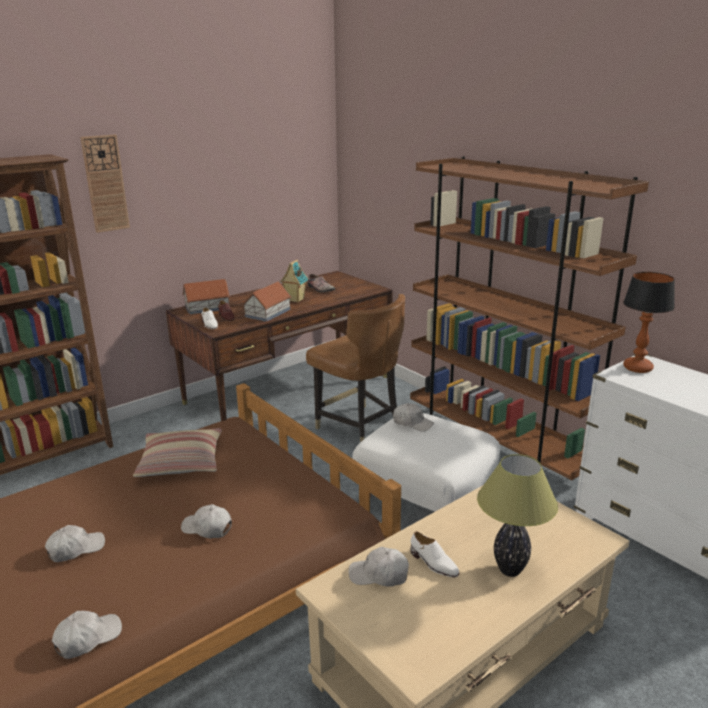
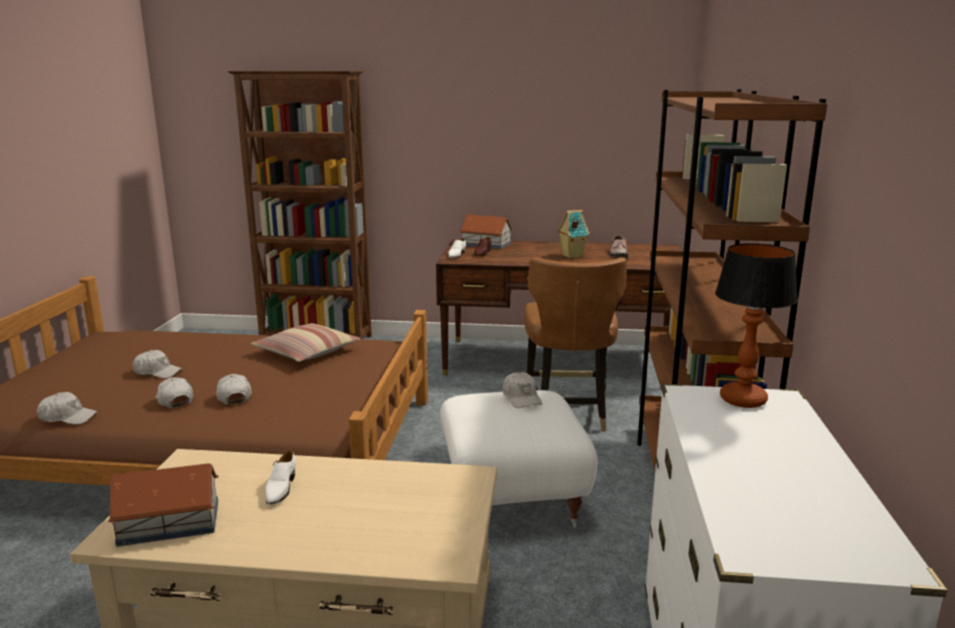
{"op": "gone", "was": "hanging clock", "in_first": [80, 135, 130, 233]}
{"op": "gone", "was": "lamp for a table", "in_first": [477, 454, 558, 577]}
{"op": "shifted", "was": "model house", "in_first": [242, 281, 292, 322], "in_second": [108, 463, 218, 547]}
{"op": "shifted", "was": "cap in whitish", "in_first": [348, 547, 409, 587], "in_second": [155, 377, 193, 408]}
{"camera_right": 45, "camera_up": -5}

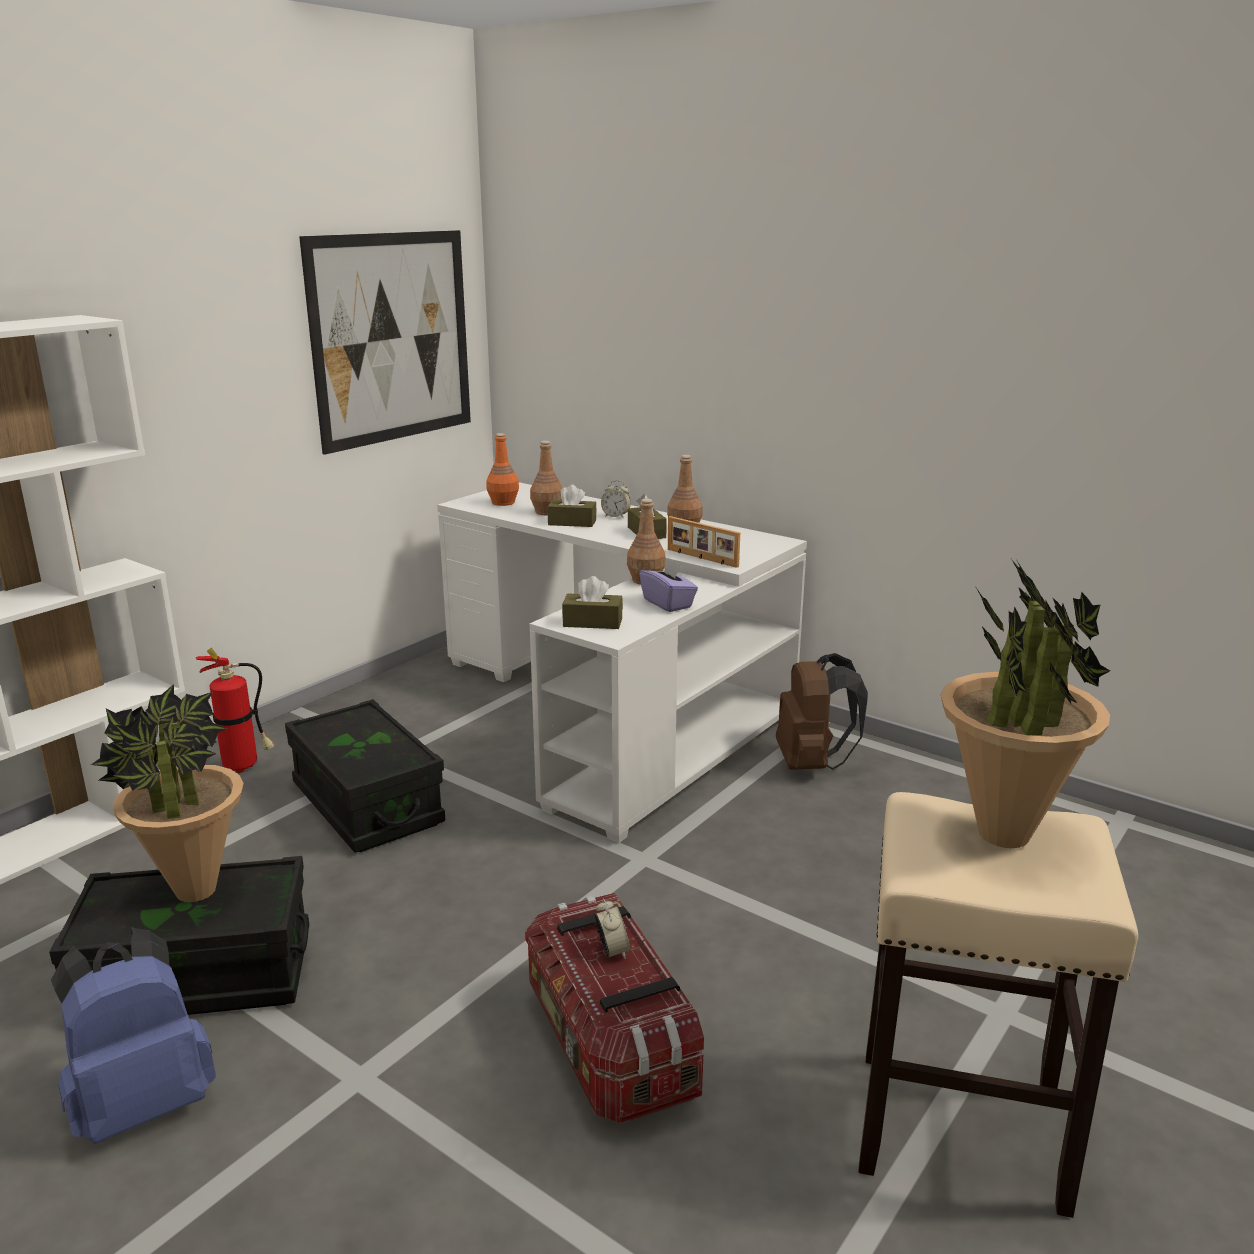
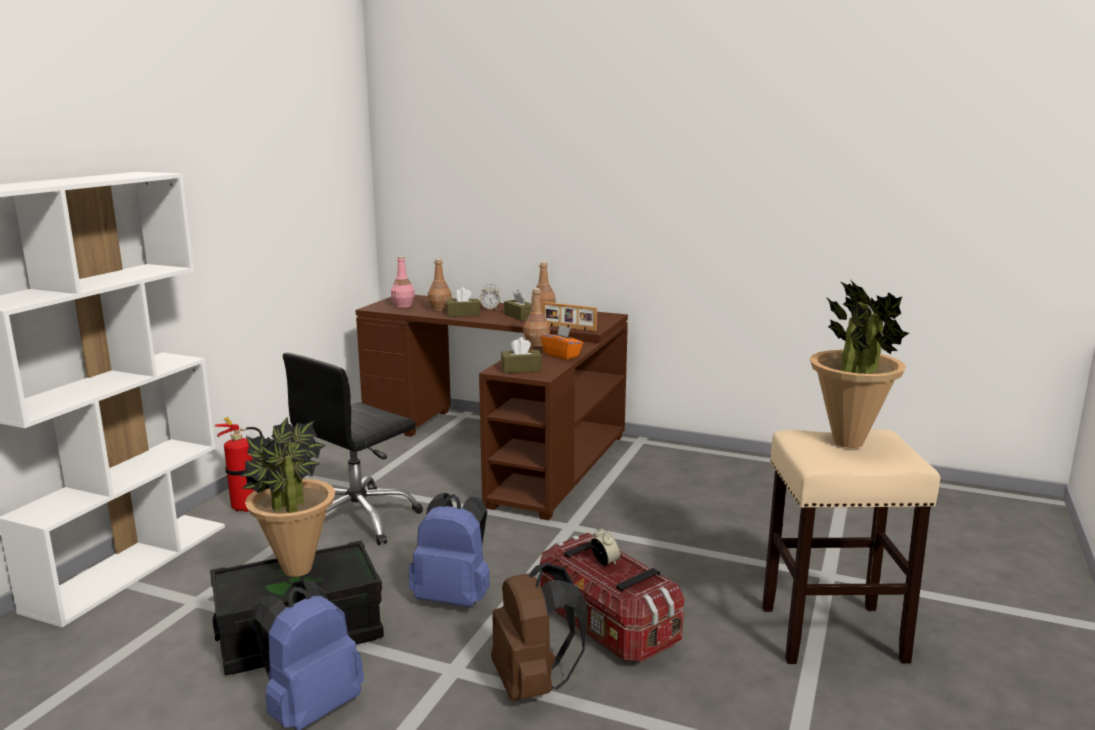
{"op": "gone", "was": "wall art", "in_first": [299, 230, 471, 455]}
{"op": "new", "now": "rucksack in blue", "in_second": [409, 493, 490, 607]}
{"op": "shifted", "was": "rucksack in brown", "in_first": [776, 653, 868, 770], "in_second": [491, 562, 587, 701]}
{"op": "swapped", "was": "storage bin in black-coloured", "now": "computer chair in black-coloured", "in_first": [285, 699, 445, 853], "in_second": [283, 353, 423, 545]}
{"op": "repainted", "was": "desk in whitish", "now": "desk in brown", "in_first": [437, 482, 807, 843], "in_second": [356, 295, 628, 520]}
{"op": "repainted", "was": "drink bottle in orange-coloured", "now": "drink bottle in pinkish", "in_first": [486, 433, 519, 506], "in_second": [391, 256, 415, 308]}
{"op": "repainted", "was": "tissue box in purple-coloured", "now": "tissue box in orange-coloured", "in_first": [639, 558, 698, 612], "in_second": [541, 325, 583, 360]}
{"camera_right": -15, "camera_up": -5}

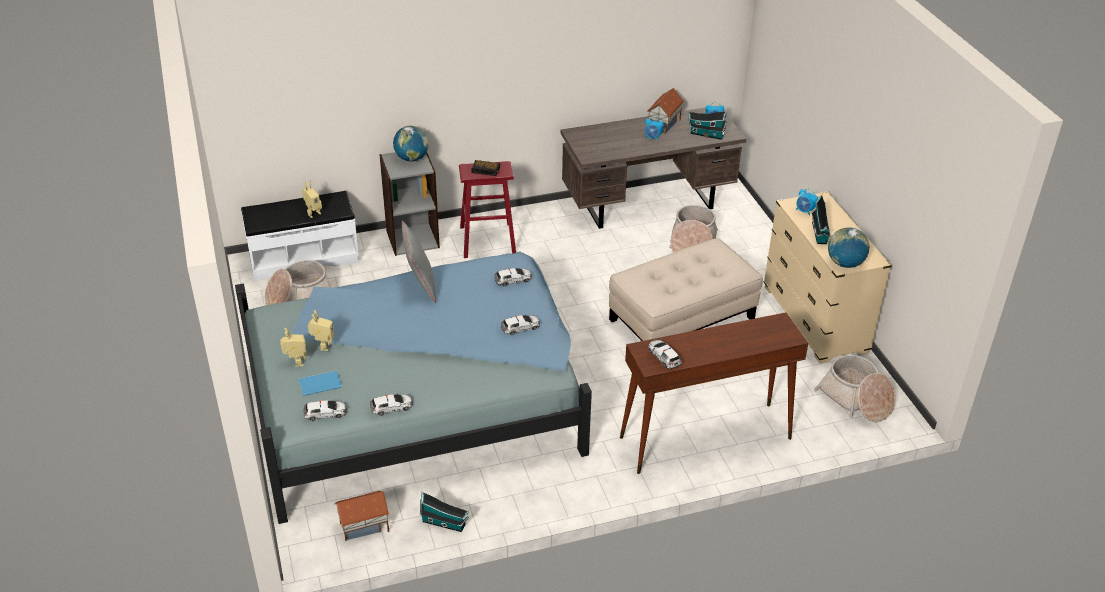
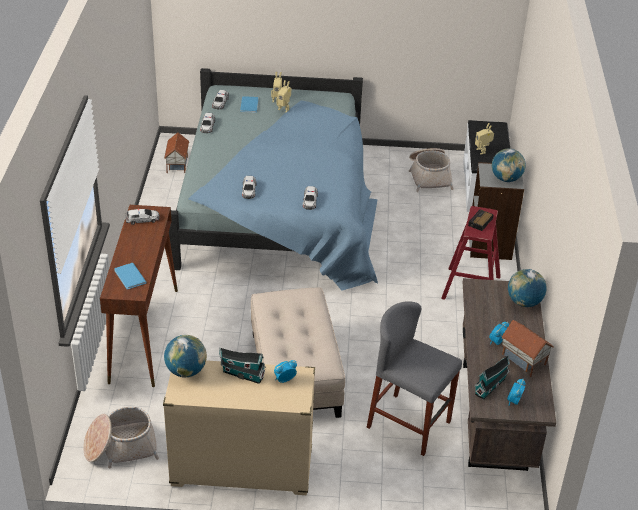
{"op": "gone", "was": "cushion in grey", "in_first": [402, 220, 436, 303]}
{"op": "gone", "was": "model house", "in_first": [420, 492, 469, 532]}
{"op": "new", "now": "book in blue", "in_second": [114, 263, 147, 290]}
{"op": "new", "now": "desk globe", "in_second": [508, 269, 547, 307]}
{"op": "swapped", "was": "basket", "now": "stool seat in grey", "in_first": [669, 205, 718, 253], "in_second": [367, 301, 462, 456]}
{"camera_right": 110, "camera_up": 0}

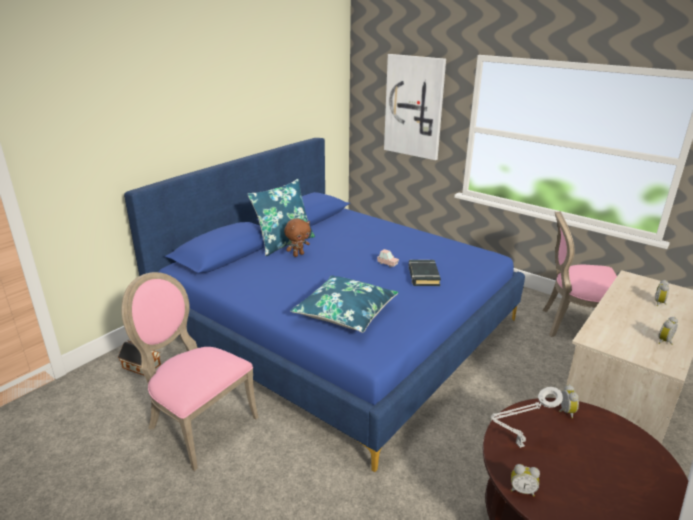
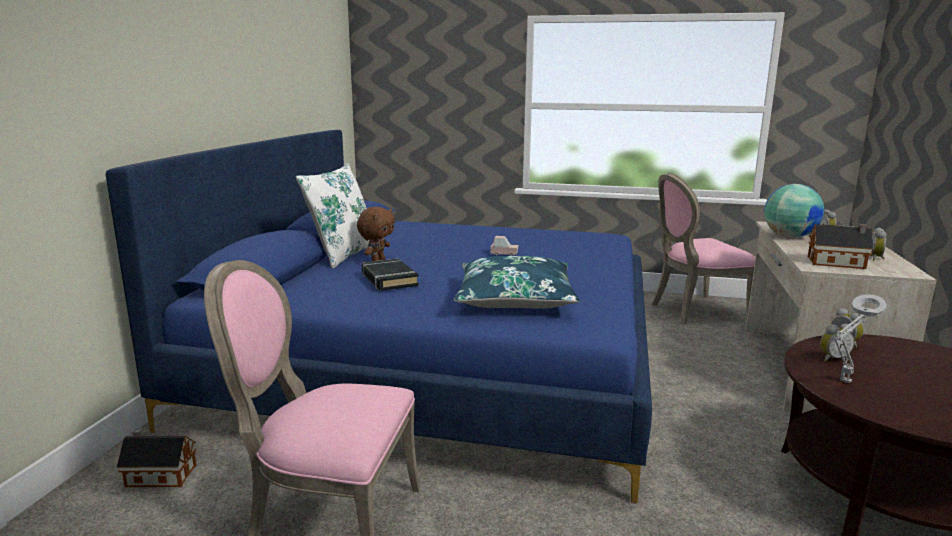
{"op": "gone", "was": "wall art", "in_first": [384, 54, 446, 160]}
{"op": "new", "now": "desk globe", "in_second": [764, 184, 824, 238]}
{"op": "new", "now": "model house", "in_second": [808, 224, 874, 269]}
{"op": "shifted", "was": "book in black-coloured", "in_first": [409, 260, 441, 286], "in_second": [362, 258, 419, 291]}
{"op": "shifted", "was": "table clock", "in_first": [511, 464, 540, 497], "in_second": [820, 324, 854, 361]}
{"op": "repainted", "was": "cushion in blue", "now": "cushion in whitish", "in_first": [248, 179, 315, 256], "in_second": [296, 163, 369, 269]}
{"camera_right": -25, "camera_up": -10}

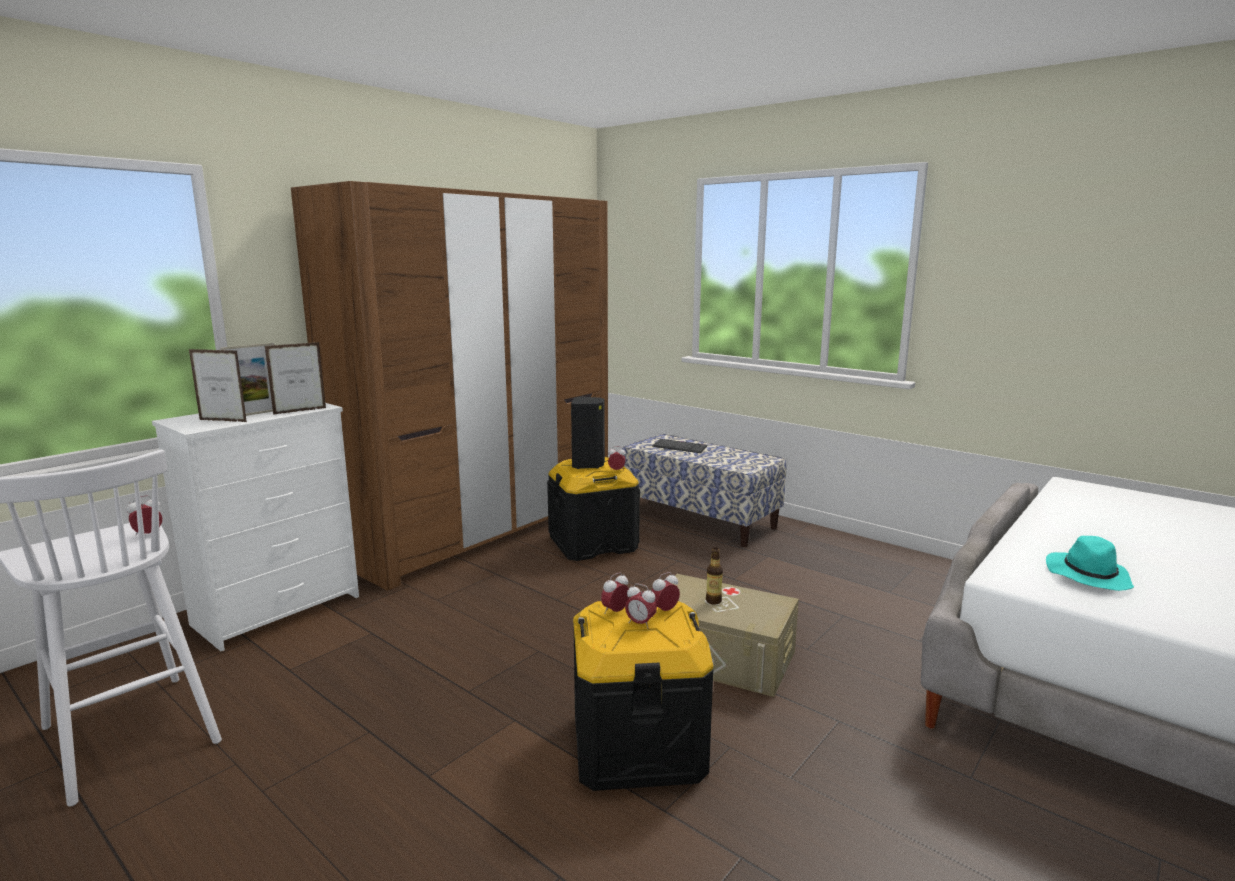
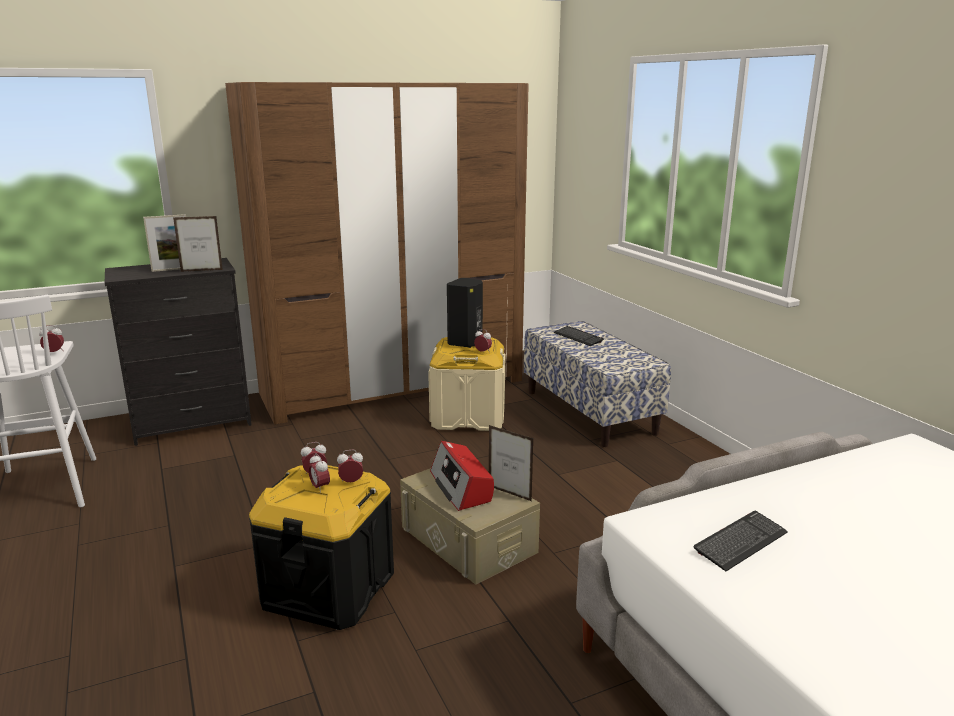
{"op": "shifted", "was": "standing frame", "in_first": [189, 349, 247, 422], "in_second": [489, 425, 534, 501]}
{"op": "swapped", "was": "drink bottle", "now": "radio set", "in_first": [706, 547, 723, 605], "in_second": [430, 441, 494, 511]}
{"op": "swapped", "was": "wearable hat in turquoise", "now": "keyboard", "in_first": [1046, 536, 1134, 591], "in_second": [693, 511, 788, 571]}
{"op": "repainted", "was": "drawer chest in whitish", "now": "drawer chest in black-coloured", "in_first": [152, 403, 359, 651], "in_second": [105, 258, 252, 446]}
{"op": "repainted", "was": "storage bin in black-coloured", "now": "storage bin in sand-coloured", "in_first": [547, 457, 640, 561], "in_second": [428, 337, 505, 431]}
{"camera_right": 25, "camera_up": 5}

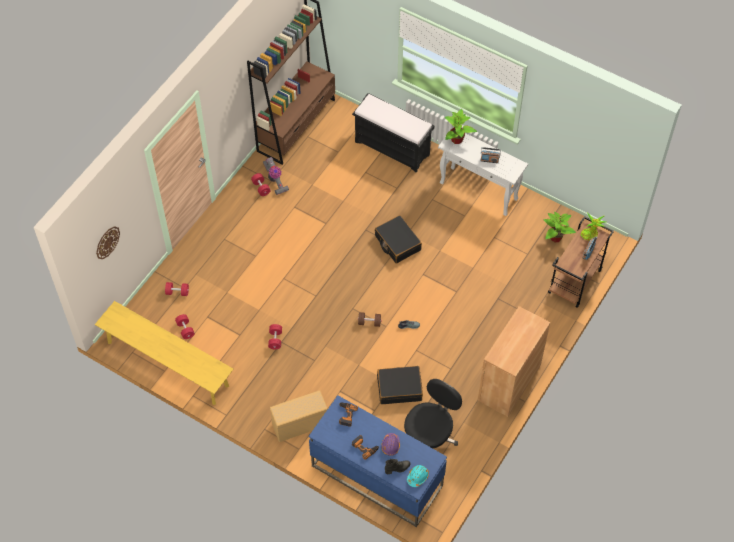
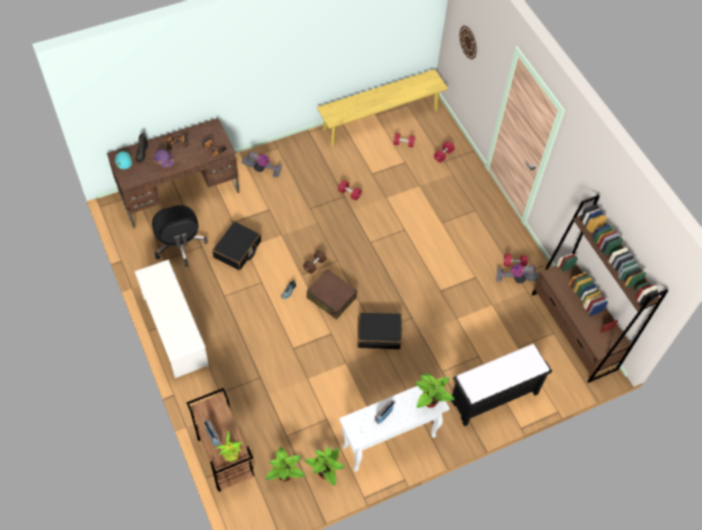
{"op": "new", "now": "plant in a pot", "in_second": [304, 446, 345, 486]}
{"op": "new", "now": "travel case in brown", "in_second": [306, 269, 357, 320]}
{"op": "swapped", "was": "storage bin in sand-coloured", "now": "vacuum", "in_first": [270, 390, 328, 442], "in_second": [241, 150, 282, 177]}
{"op": "swapped", "was": "cabinet in brown", "now": "shoe stand in whitish", "in_first": [478, 306, 550, 417], "in_second": [134, 259, 209, 378]}
{"op": "repainted", "was": "desk in blue", "now": "desk in brown", "in_first": [309, 395, 447, 527], "in_second": [107, 118, 239, 228]}
{"camera_right": 120, "camera_up": 0}

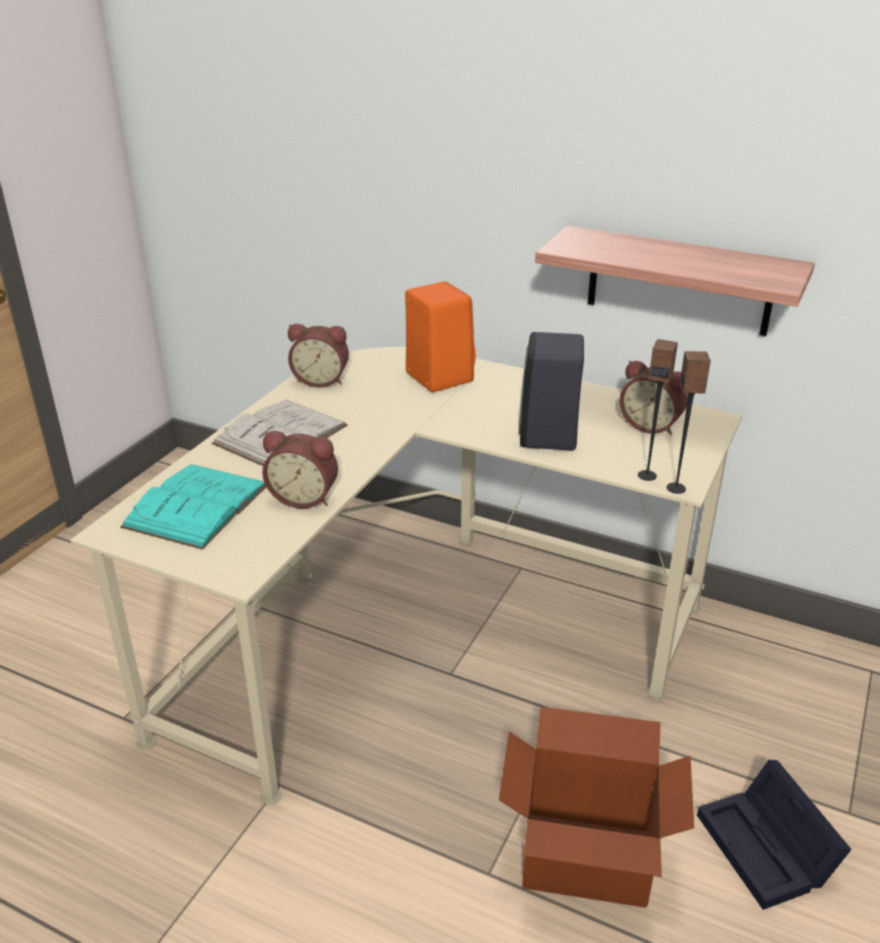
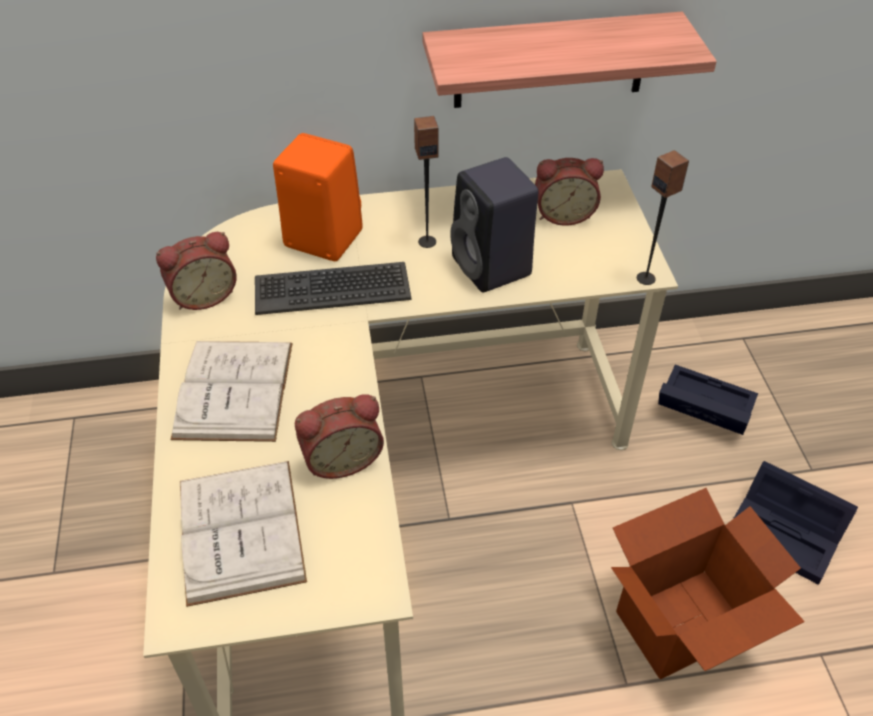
{"op": "new", "now": "keyboard", "in_second": [255, 262, 412, 315]}
{"op": "new", "now": "storage bin in black-coloured", "in_second": [658, 365, 758, 435]}
{"op": "shifted", "was": "speaker", "in_first": [638, 339, 678, 481], "in_second": [414, 116, 439, 248]}
{"op": "repainted", "was": "book in turquoise", "now": "book in whitish", "in_first": [120, 464, 266, 550], "in_second": [180, 461, 307, 607]}
{"camera_right": -35, "camera_up": 15}

